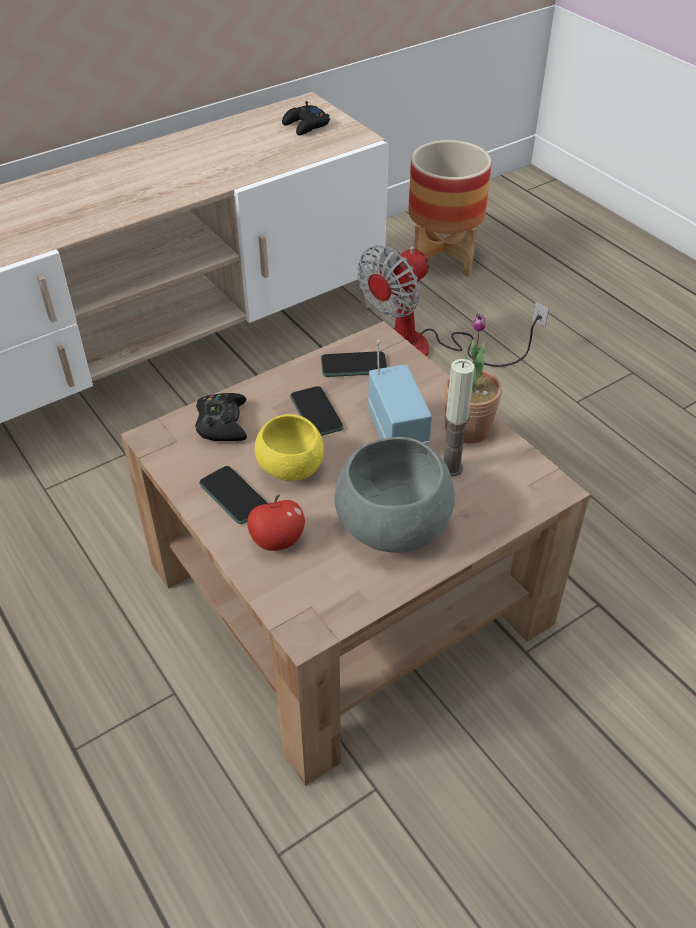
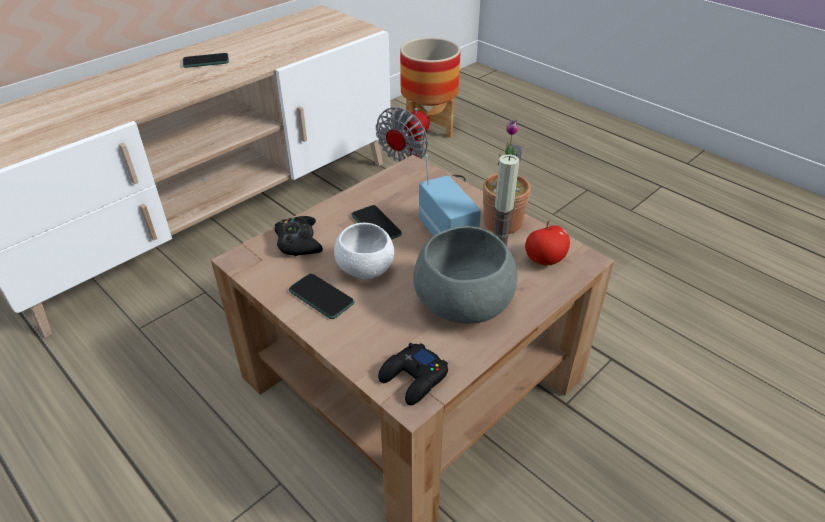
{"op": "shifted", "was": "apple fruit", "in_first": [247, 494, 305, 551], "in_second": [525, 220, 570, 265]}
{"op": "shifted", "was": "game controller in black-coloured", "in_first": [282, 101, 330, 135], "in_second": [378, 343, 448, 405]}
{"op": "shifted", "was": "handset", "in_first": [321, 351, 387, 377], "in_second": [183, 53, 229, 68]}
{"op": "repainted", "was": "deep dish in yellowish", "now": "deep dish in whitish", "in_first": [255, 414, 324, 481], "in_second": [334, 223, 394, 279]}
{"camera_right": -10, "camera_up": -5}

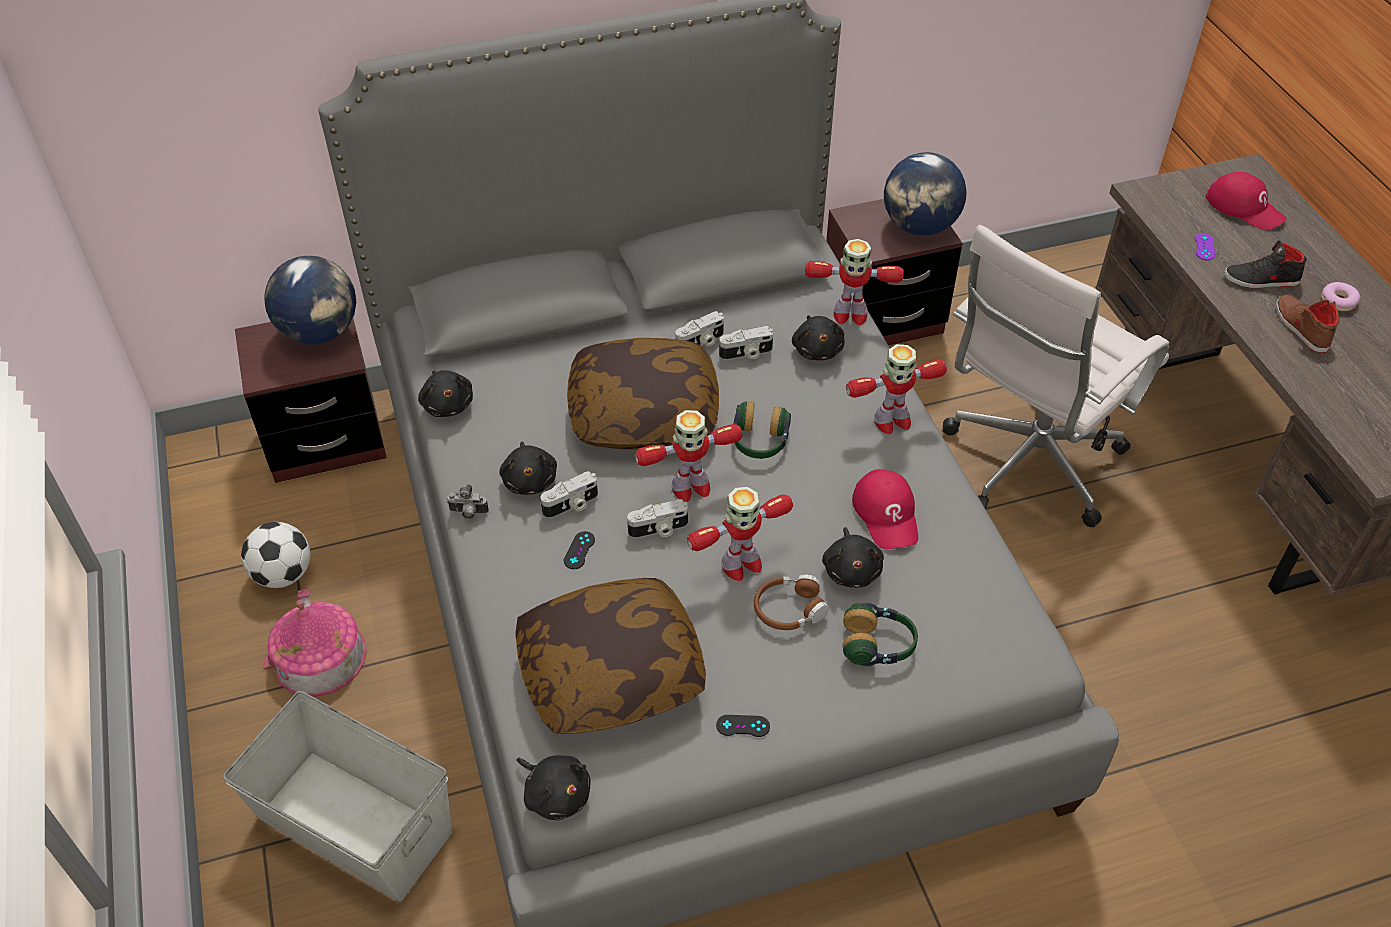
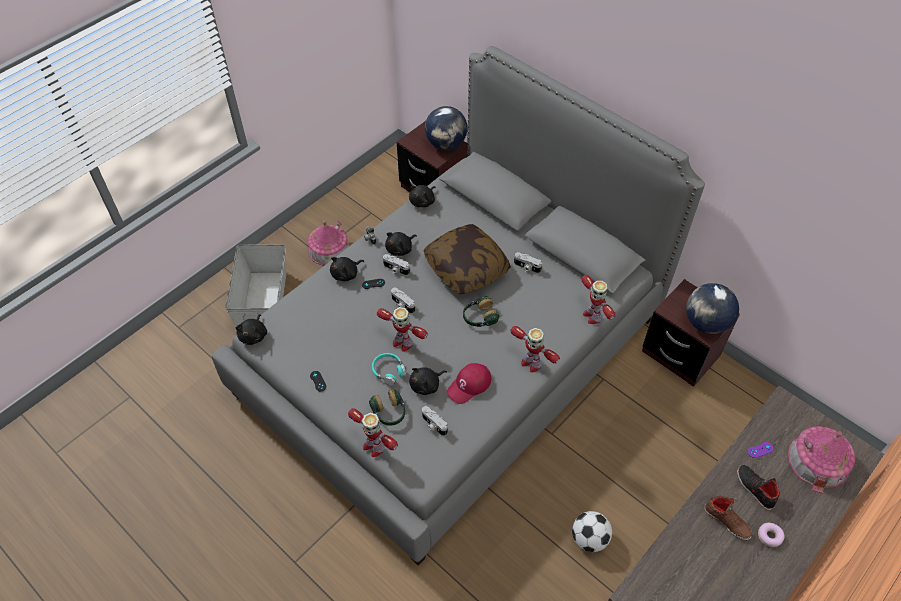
{"op": "gone", "was": "cushion", "in_first": [515, 578, 706, 734]}
{"op": "gone", "was": "computer chair in whitish", "in_first": [943, 224, 1169, 527]}
{"op": "shifted", "was": "football ball", "in_first": [241, 522, 311, 588], "in_second": [572, 511, 612, 552]}
{"op": "shifted", "was": "robot figure", "in_first": [635, 410, 742, 502], "in_second": [348, 408, 398, 457]}
{"op": "shifted", "was": "still camera", "in_first": [719, 326, 773, 360], "in_second": [422, 406, 448, 436]}
{"op": "shifted", "was": "soft toy in black-coloured", "in_first": [792, 315, 845, 360], "in_second": [330, 257, 364, 281]}
{"op": "swapped", "was": "cap in reddish", "now": "model house", "in_first": [1206, 172, 1287, 230], "in_second": [788, 426, 856, 494]}
{"op": "repainted", "was": "headset in brown", "now": "headset in turquoise", "in_first": [754, 574, 829, 630], "in_second": [372, 353, 406, 386]}
{"op": "rotated", "was": "shoe in brown", "in_first": [1276, 295, 1339, 353], "in_second": [704, 496, 752, 540], "clockwise": 90}
{"camera_right": 60, "camera_up": 5}

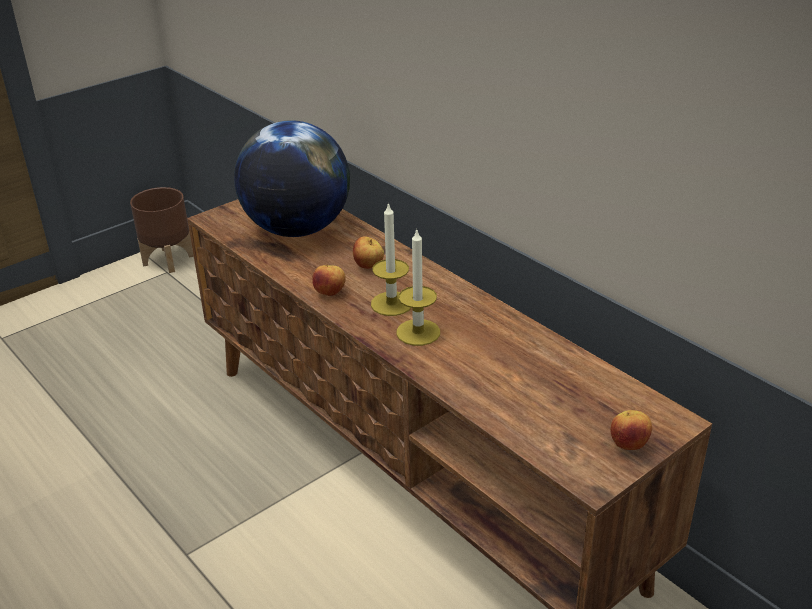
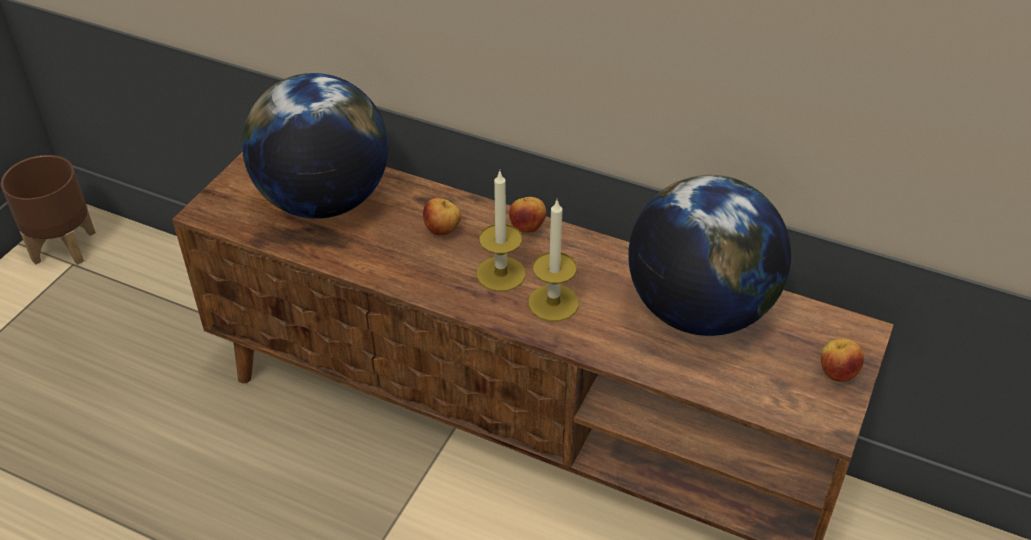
{"op": "new", "now": "desk globe", "in_second": [628, 175, 791, 336]}
{"op": "shifted", "was": "apple fruit", "in_first": [312, 264, 346, 296], "in_second": [509, 197, 546, 233]}
{"camera_right": -25, "camera_up": 10}

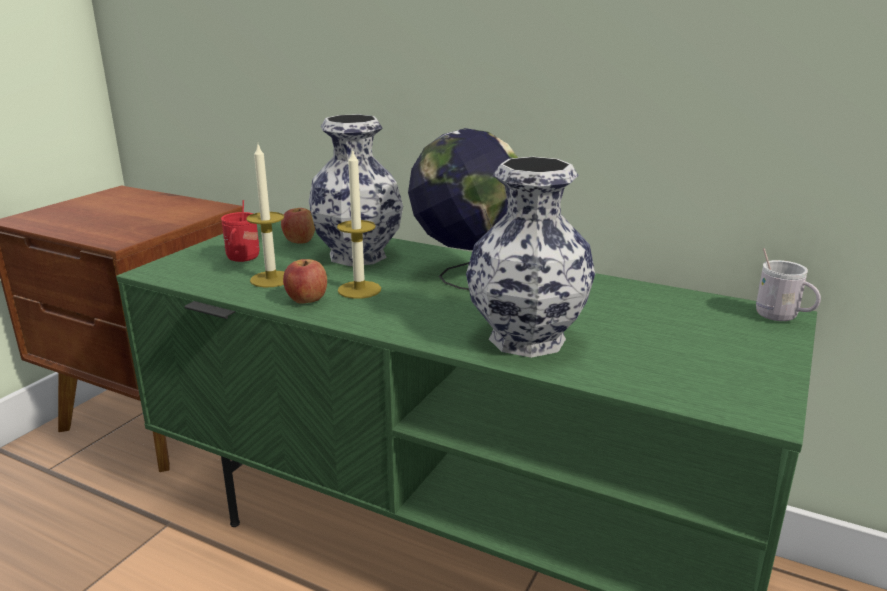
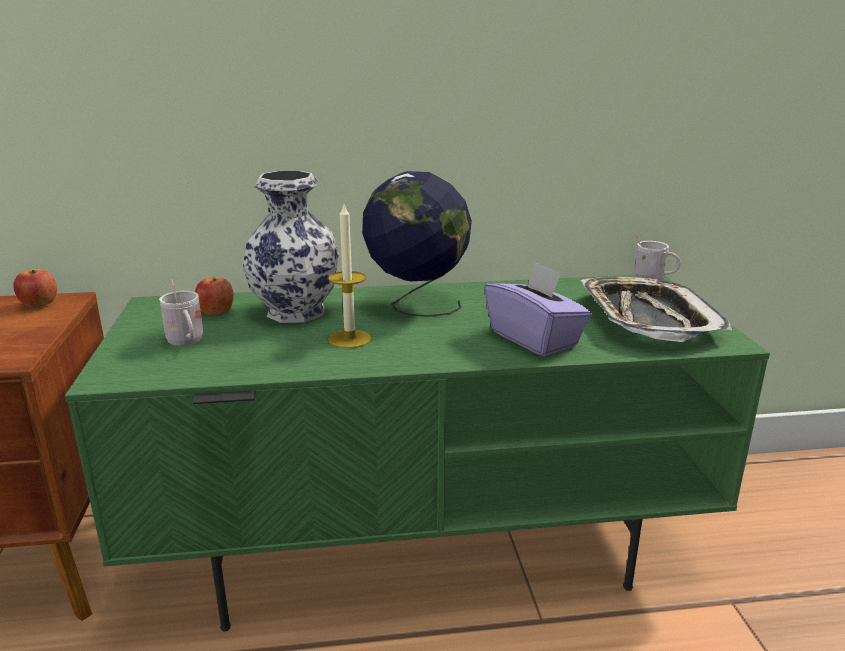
{"op": "gone", "was": "candle", "in_first": [246, 145, 285, 287]}
{"op": "new", "now": "serving tray", "in_second": [581, 277, 732, 342]}
{"op": "shifted", "was": "apple fruit", "in_first": [283, 259, 327, 304], "in_second": [13, 269, 57, 308]}
{"op": "swapped", "was": "decorative vase", "now": "tissue box in purple-coloured", "in_first": [466, 157, 595, 358], "in_second": [485, 261, 592, 357]}
{"op": "repainted", "was": "mug in reddish", "now": "mug in whitish", "in_first": [221, 200, 260, 262], "in_second": [159, 279, 203, 346]}
{"camera_right": -35, "camera_up": 0}

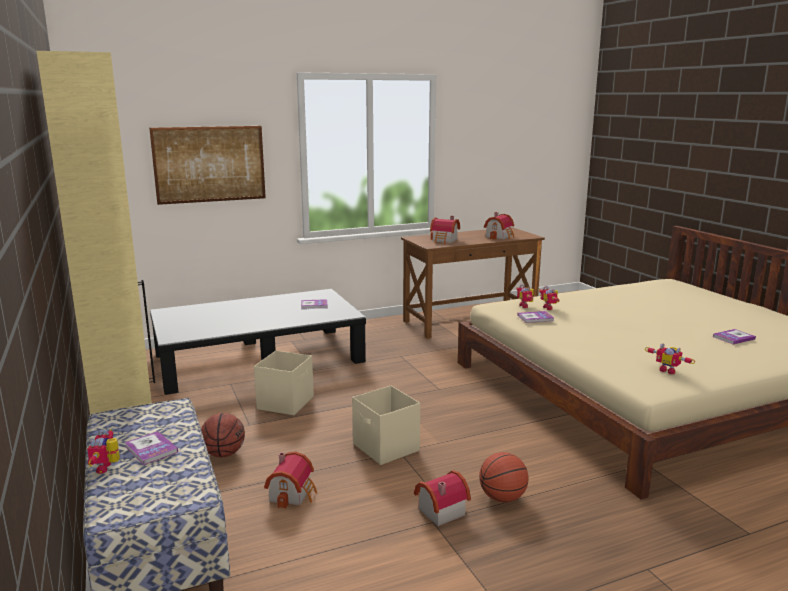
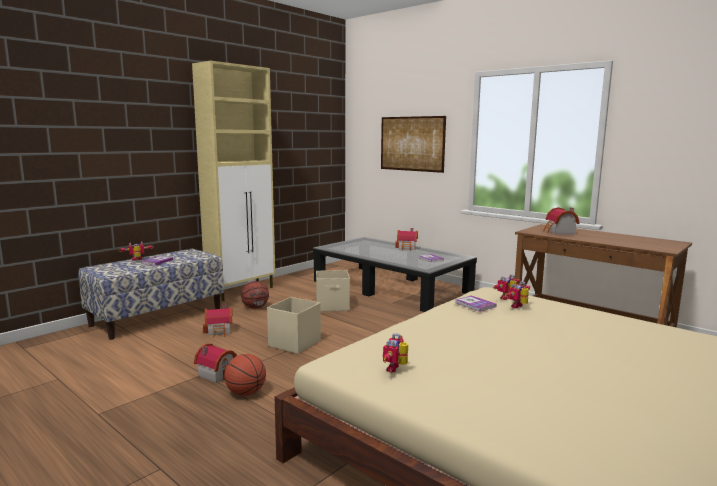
{"op": "gone", "was": "book", "in_first": [713, 329, 756, 345]}
{"op": "shifted", "was": "model house", "in_first": [484, 212, 515, 240], "in_second": [395, 228, 418, 251]}
{"camera_right": 65, "camera_up": -5}

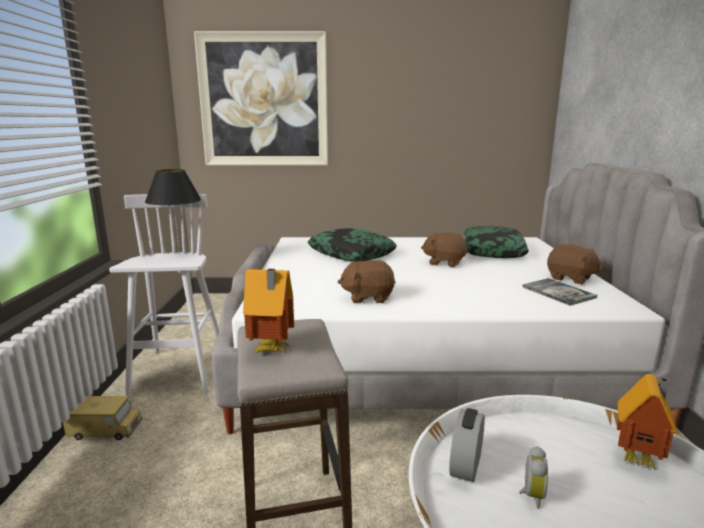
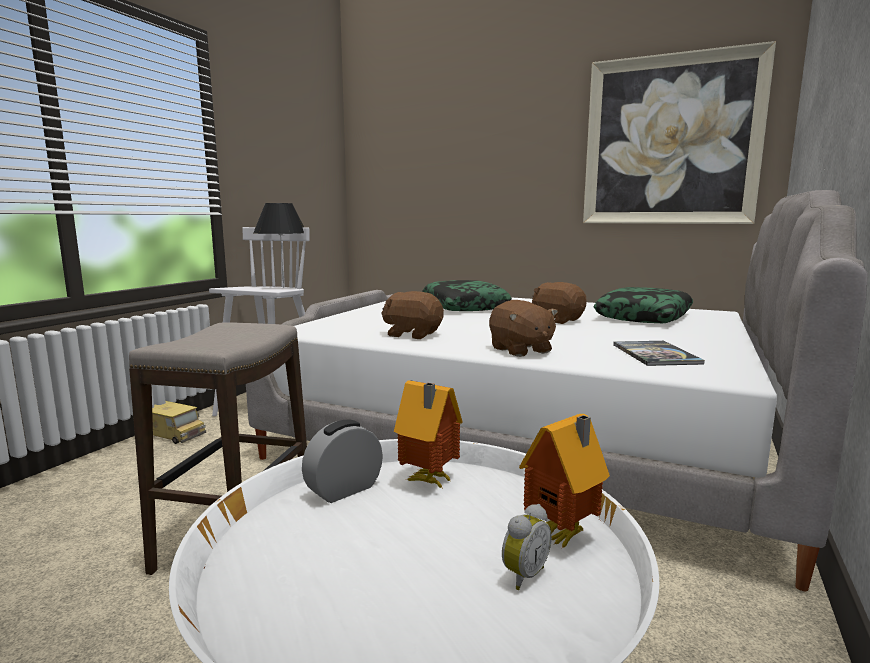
{"op": "shifted", "was": "wall art", "in_first": [194, 31, 328, 165], "in_second": [583, 41, 776, 224]}
{"op": "shifted", "was": "model house", "in_first": [243, 269, 294, 353], "in_second": [394, 380, 462, 489]}
{"op": "shifted", "was": "table clock", "in_first": [519, 446, 548, 509], "in_second": [502, 504, 552, 590]}
{"op": "shifted", "was": "soft toy in brown", "in_first": [547, 244, 603, 285], "in_second": [489, 300, 558, 357]}
{"camera_right": 25, "camera_up": -5}

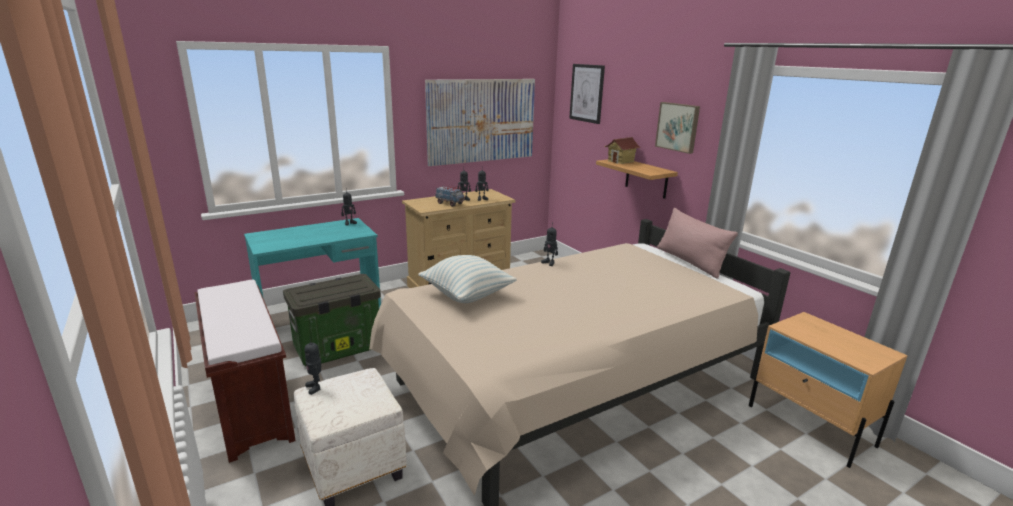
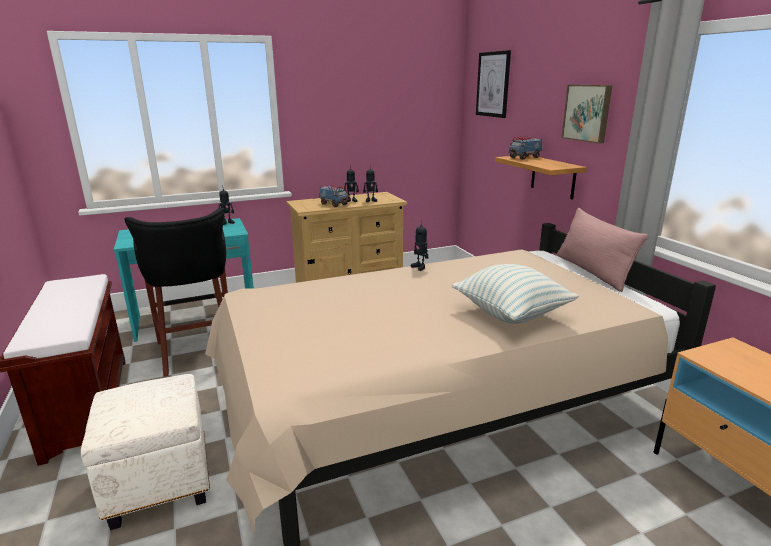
{"op": "gone", "was": "robot figure", "in_first": [305, 340, 321, 395]}
{"op": "gone", "was": "wall art", "in_first": [425, 79, 535, 166]}
{"op": "shifted", "was": "cushion", "in_first": [418, 255, 517, 303], "in_second": [452, 264, 579, 324]}
{"op": "swapped", "was": "storage bin", "now": "stool seat in black-coloured", "in_first": [283, 274, 381, 366], "in_second": [124, 208, 228, 377]}
{"op": "swapped", "was": "model house", "now": "toy lorry", "in_first": [604, 137, 641, 164], "in_second": [508, 136, 542, 160]}
{"camera_right": 10, "camera_up": 0}

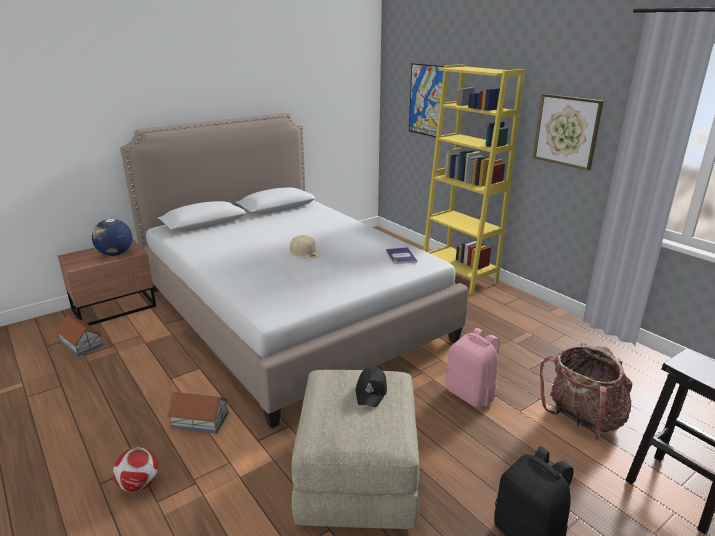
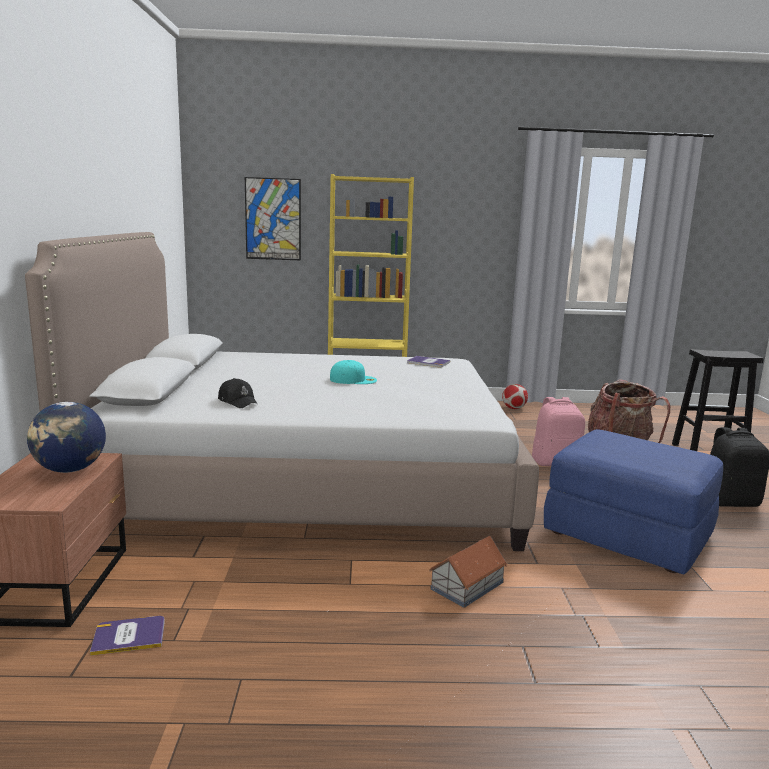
{"op": "gone", "was": "wall art", "in_first": [533, 94, 603, 171]}
{"op": "shifted", "was": "football ball", "in_first": [113, 447, 158, 492], "in_second": [502, 384, 528, 409]}
{"op": "shifted", "was": "cap in black-coloured", "in_first": [356, 368, 387, 407], "in_second": [218, 378, 258, 408]}
{"op": "swapped", "was": "model house", "now": "book", "in_first": [57, 315, 103, 356], "in_second": [90, 616, 165, 656]}
{"op": "repainted", "was": "cap in sand-coloured", "now": "cap in turquoise", "in_first": [290, 235, 322, 259], "in_second": [330, 360, 377, 384]}
{"op": "repainted", "was": "ottoman in sand-coloured", "now": "ottoman in blue", "in_first": [291, 370, 419, 529], "in_second": [544, 429, 723, 574]}
{"camera_right": -55, "camera_up": -10}

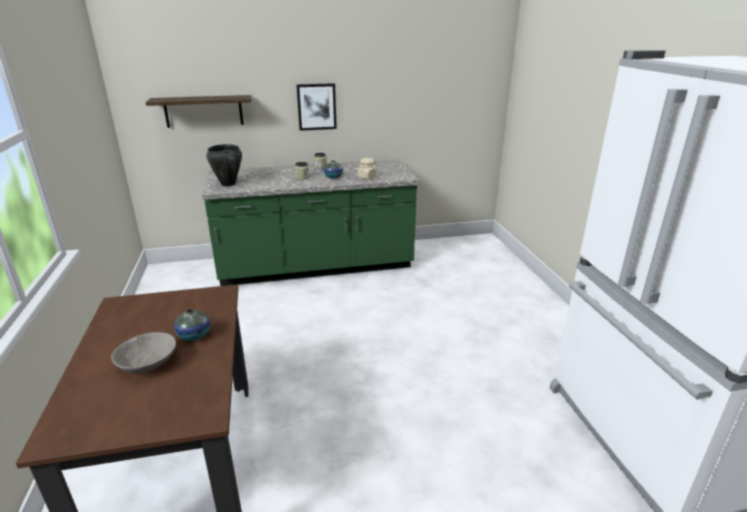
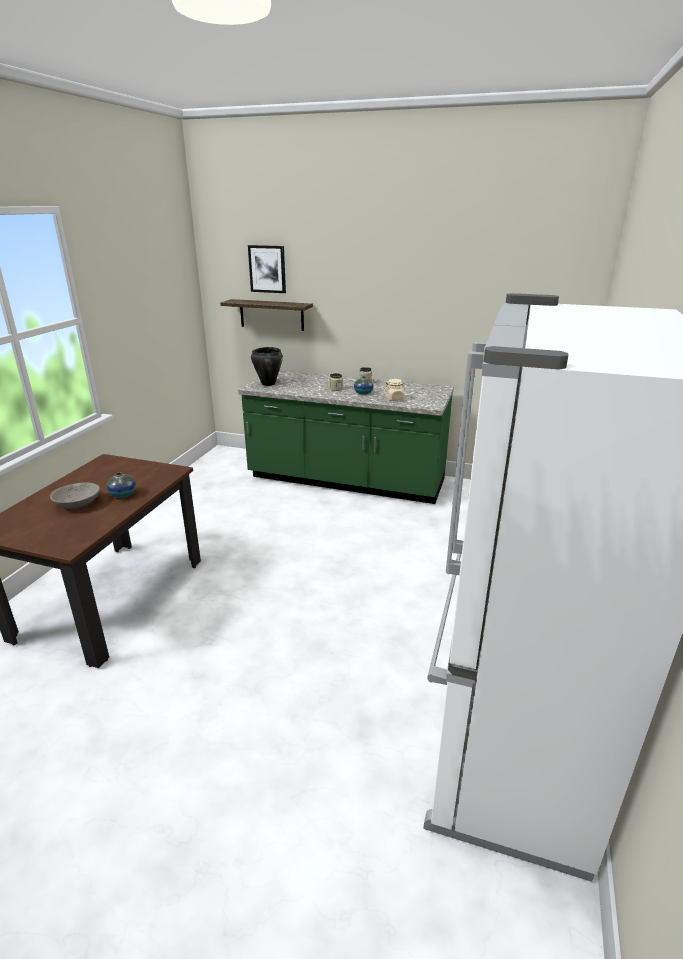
{"op": "shifted", "was": "wall art", "in_first": [296, 83, 337, 131], "in_second": [248, 245, 286, 293]}
{"camera_right": 30, "camera_up": 0}

